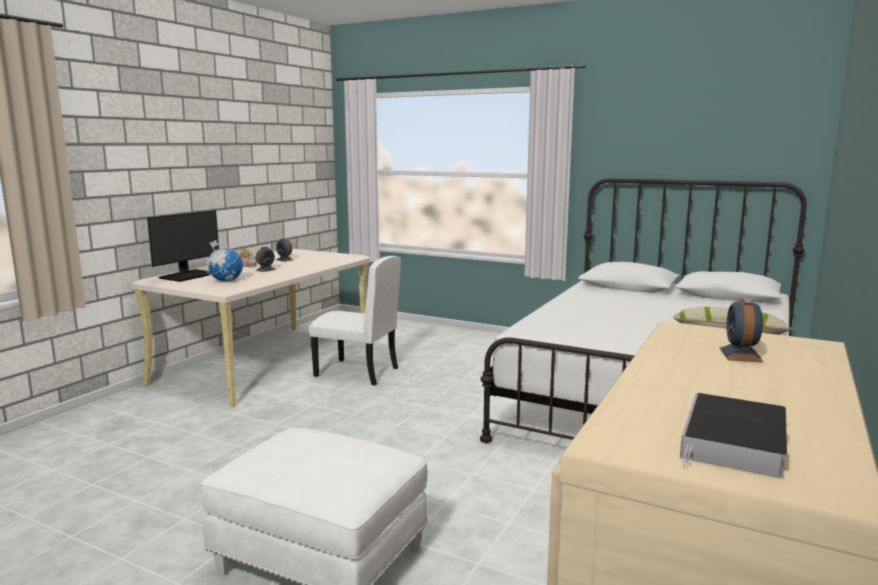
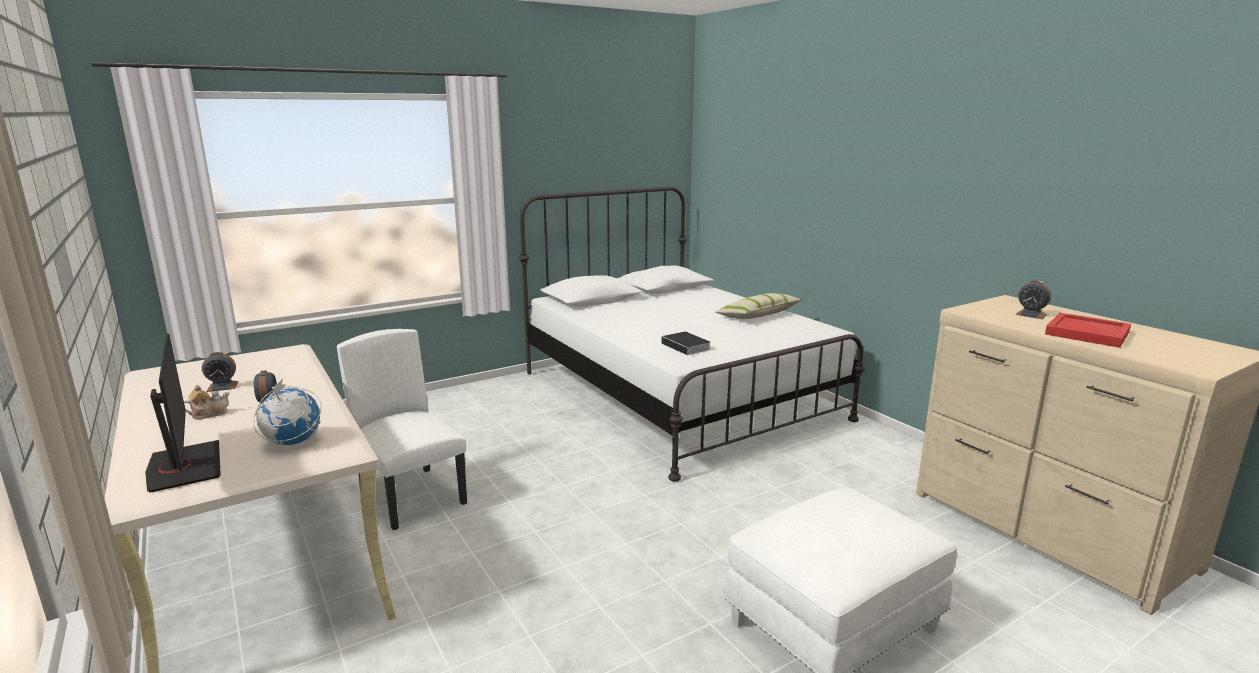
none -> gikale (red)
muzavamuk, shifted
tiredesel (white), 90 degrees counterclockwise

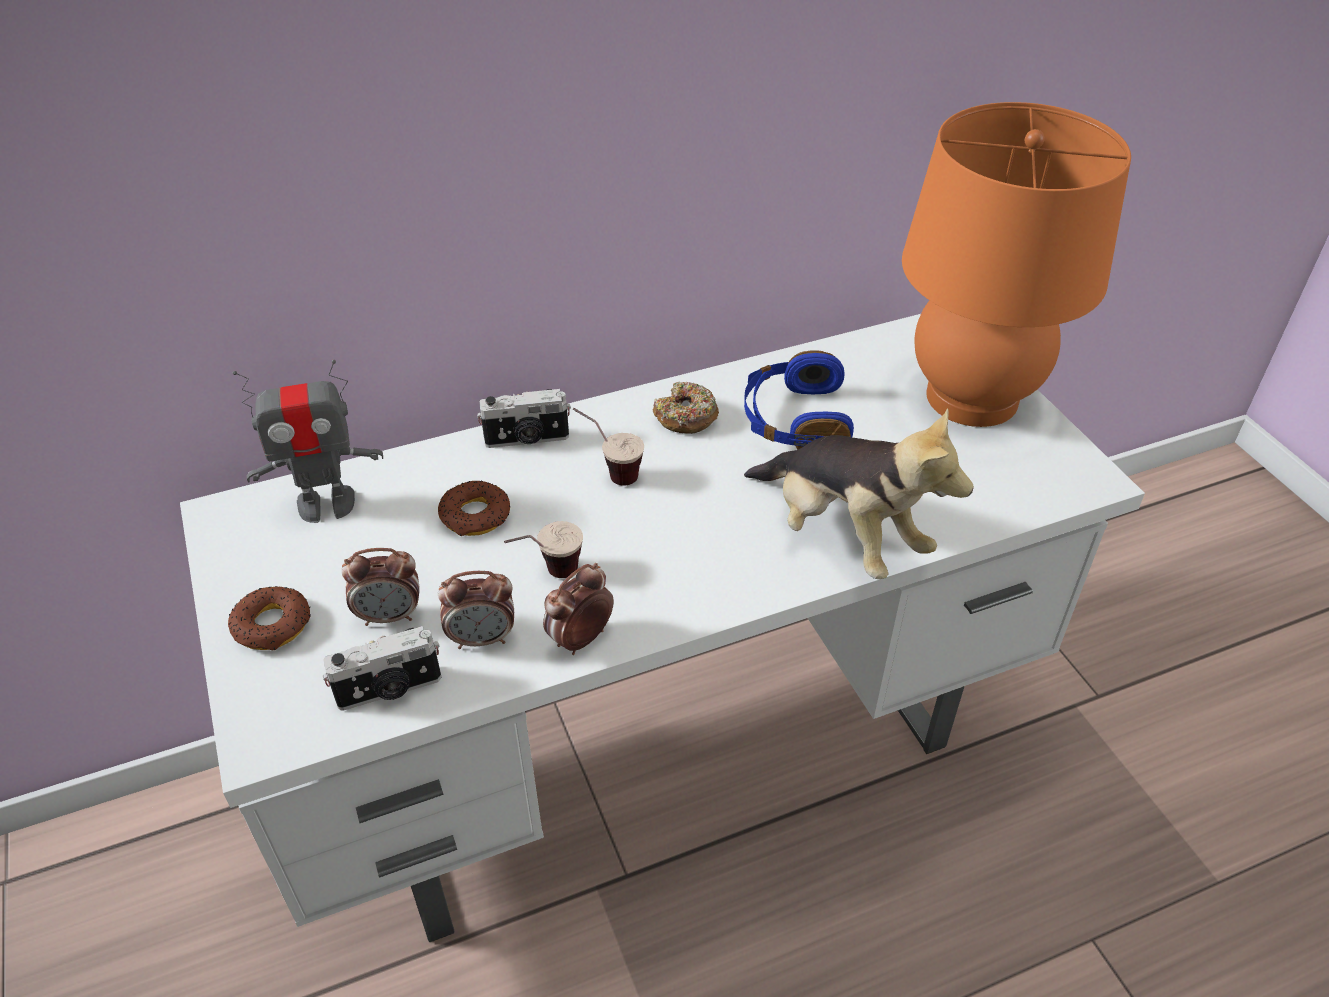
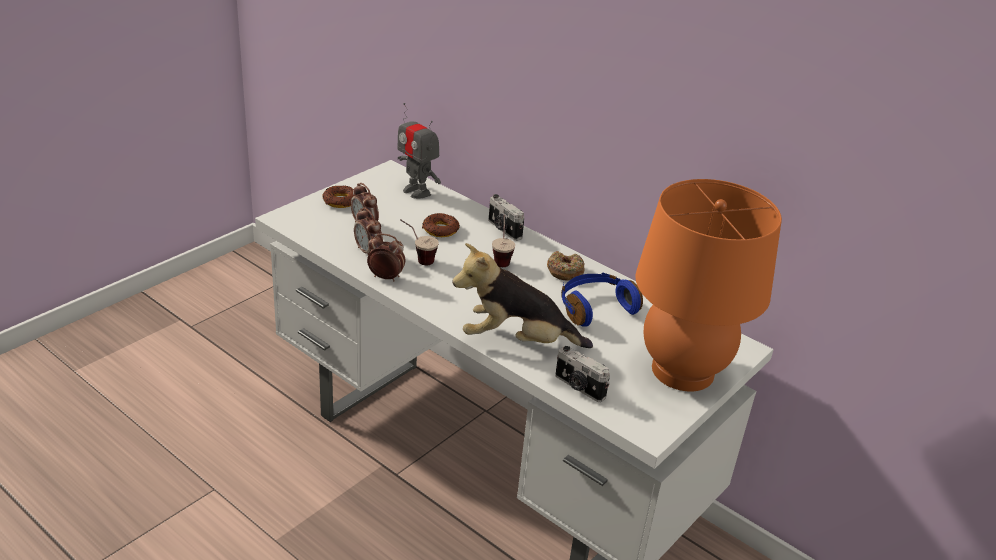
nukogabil (no. 1 from left in the first image) -> nukogabil (no. 2 from left), shifted
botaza, 75 degrees clockwise

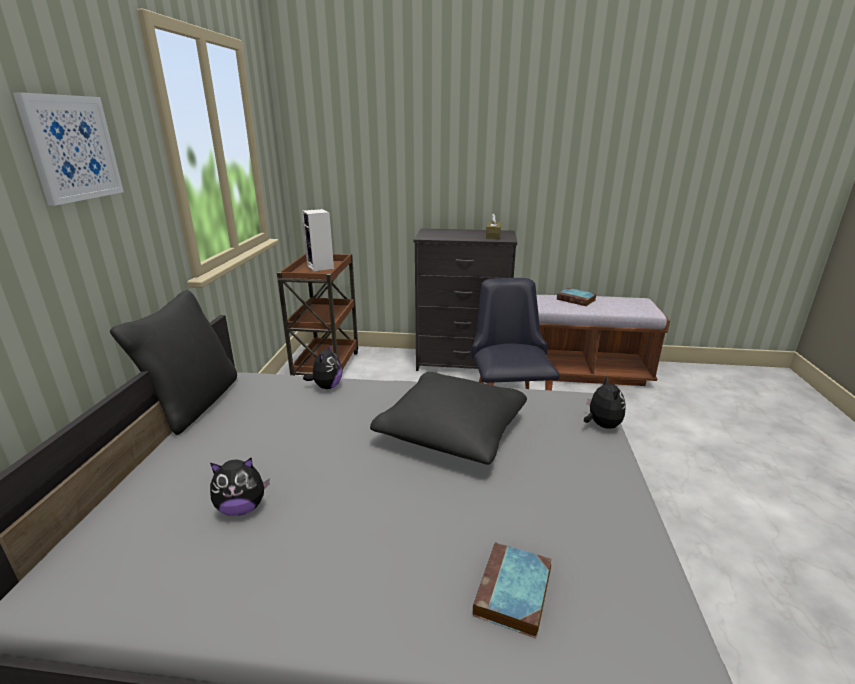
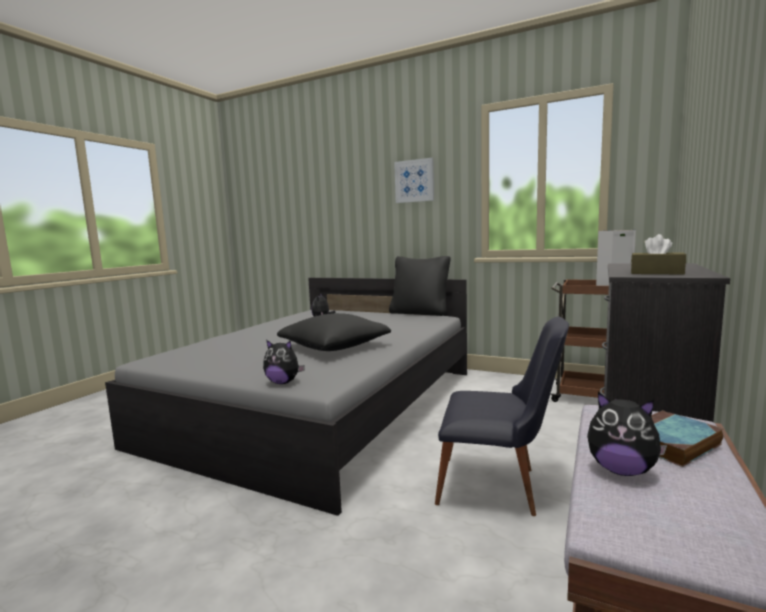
muzavamuk (no. 1 from left) -> none
botaza (no. 2 from left in the first image) -> botaza (no. 3 from left), shifted

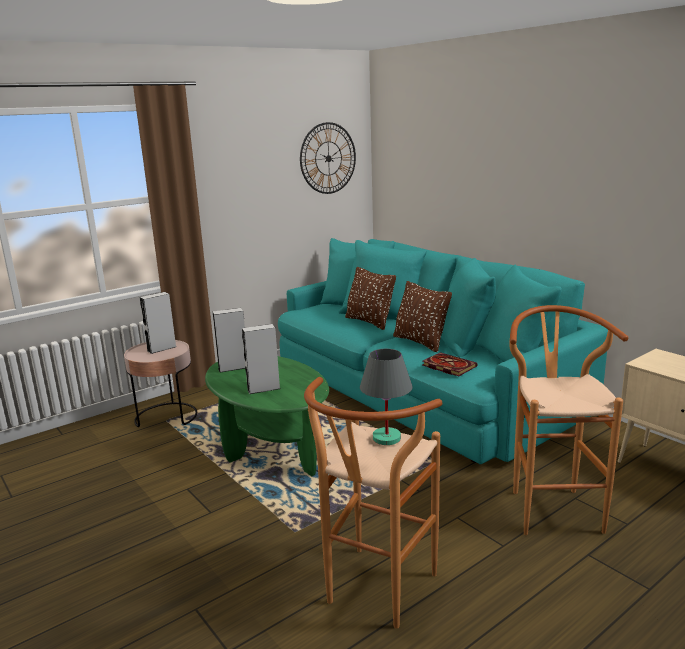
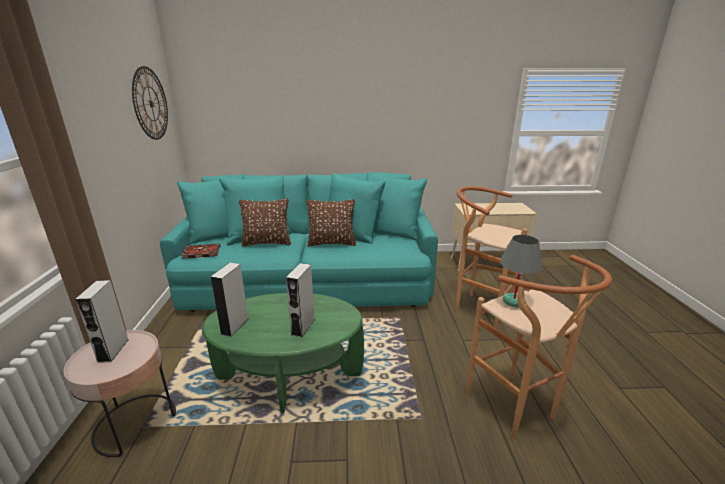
muzavamuk, shifted

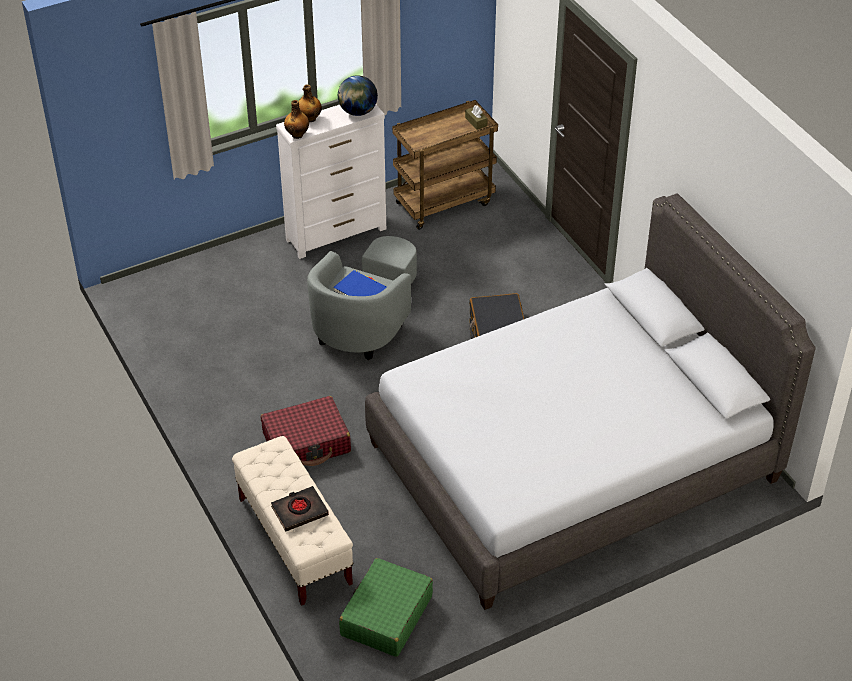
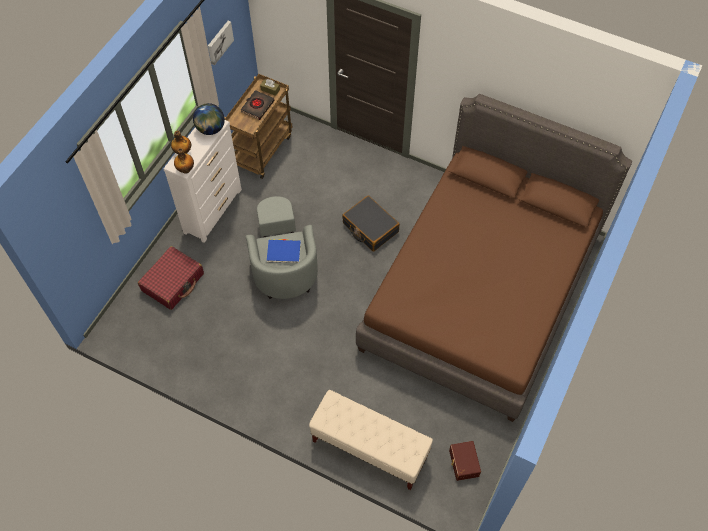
none -> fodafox
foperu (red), shifted
muzavamuk (black), shifted
foperu (green) -> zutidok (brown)
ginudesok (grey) -> ginudesok (brown)

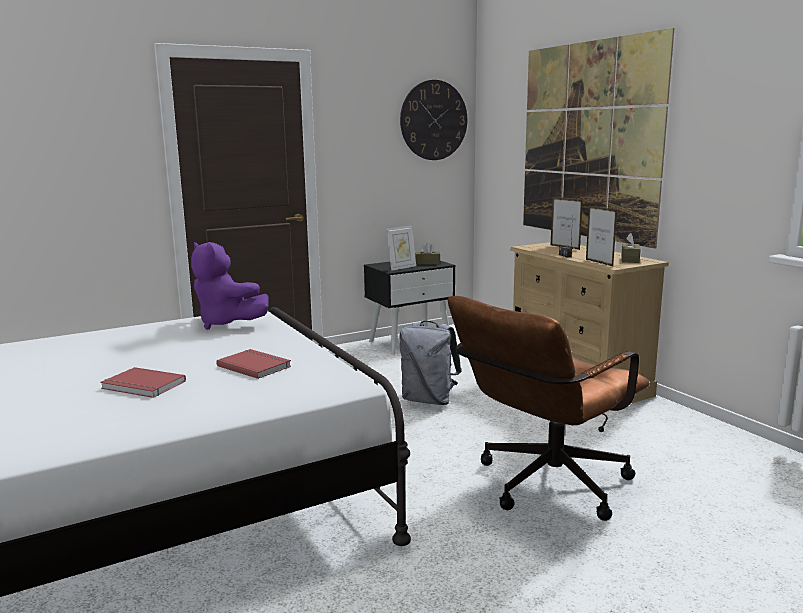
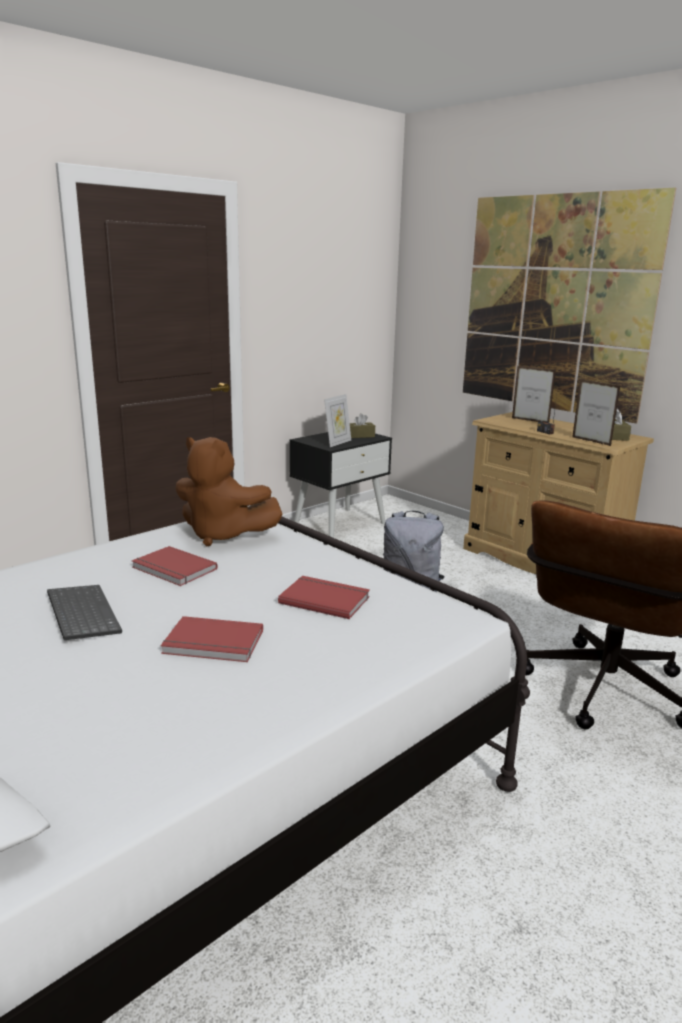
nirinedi -> none
none -> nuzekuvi
none -> muzavamuk (red) (no. 1 from left)
botaza (purple) -> botaza (brown)

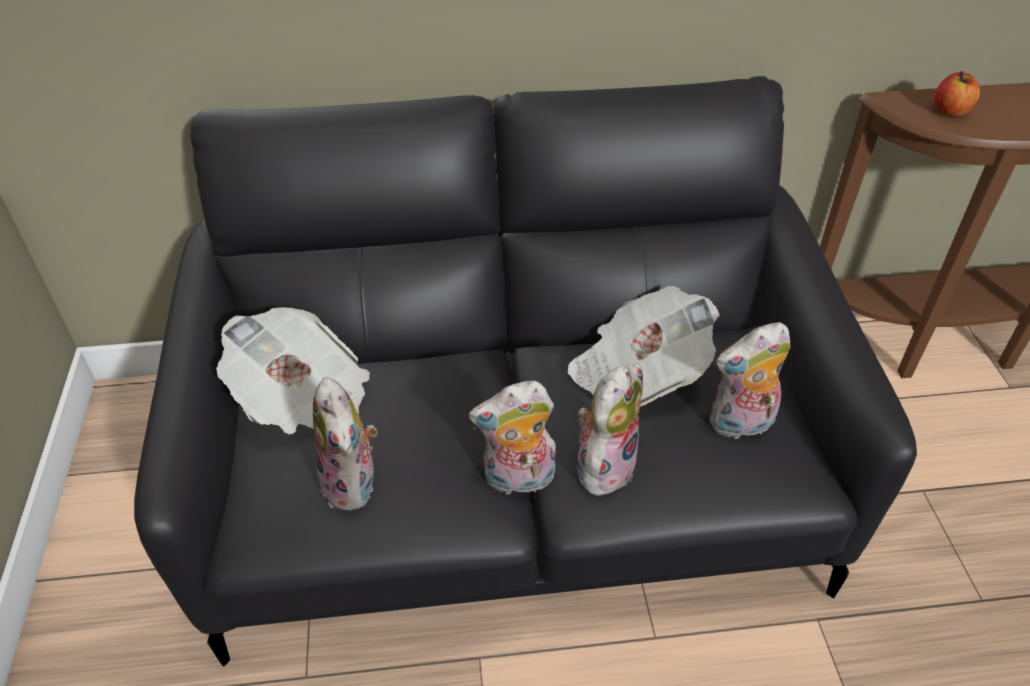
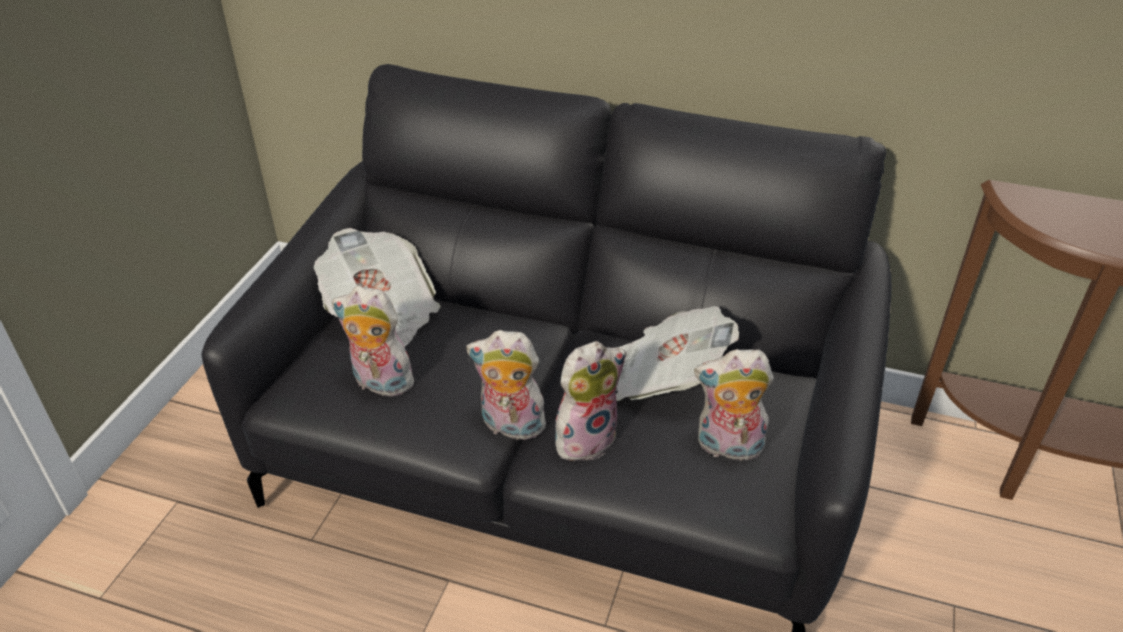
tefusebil -> none
botaza (no. 1 from left), 105 degrees clockwise

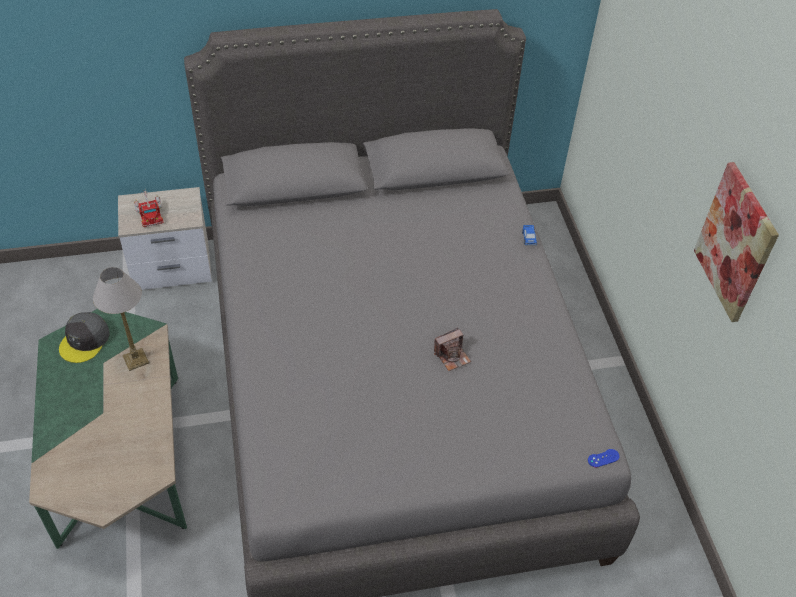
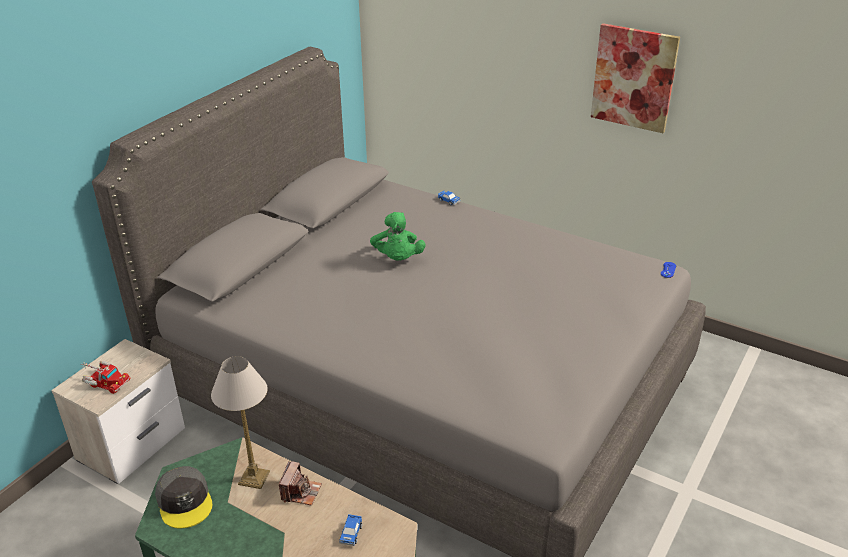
none -> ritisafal (no. 1 from left)
none -> botaza (green)
nukogabil, shifted

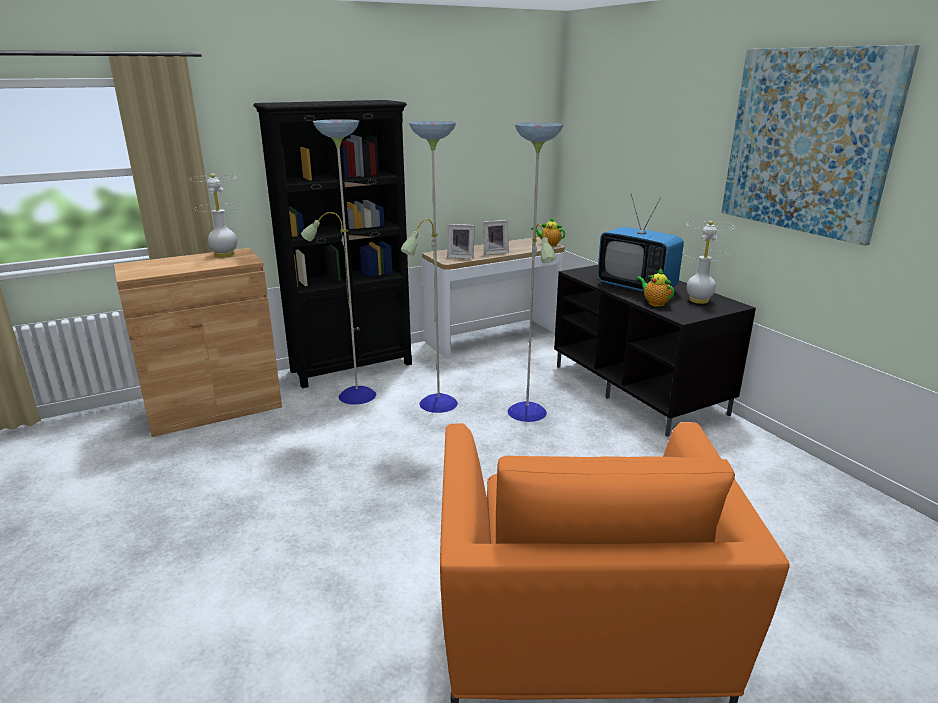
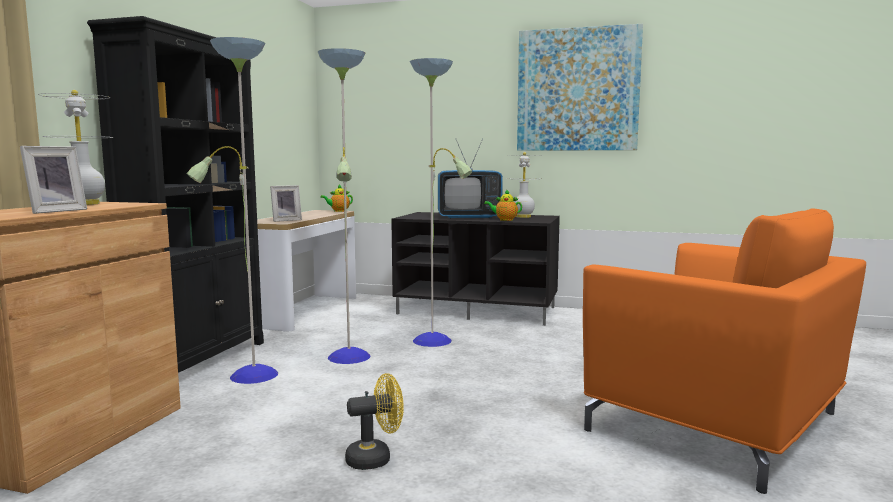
none -> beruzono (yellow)
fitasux (no. 2 from left in the first image) -> fitasux (no. 1 from left), shifted

